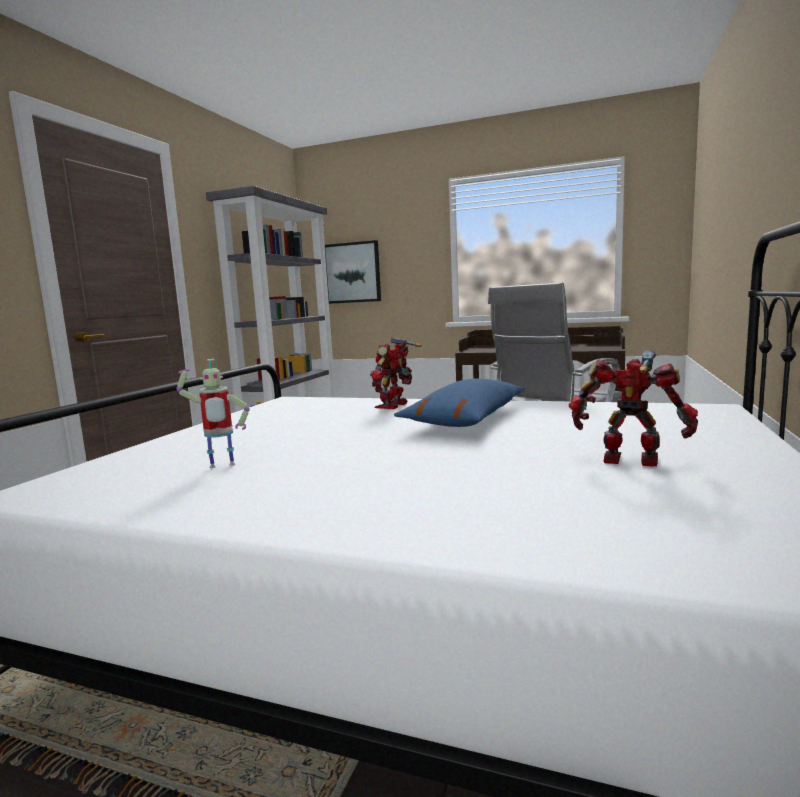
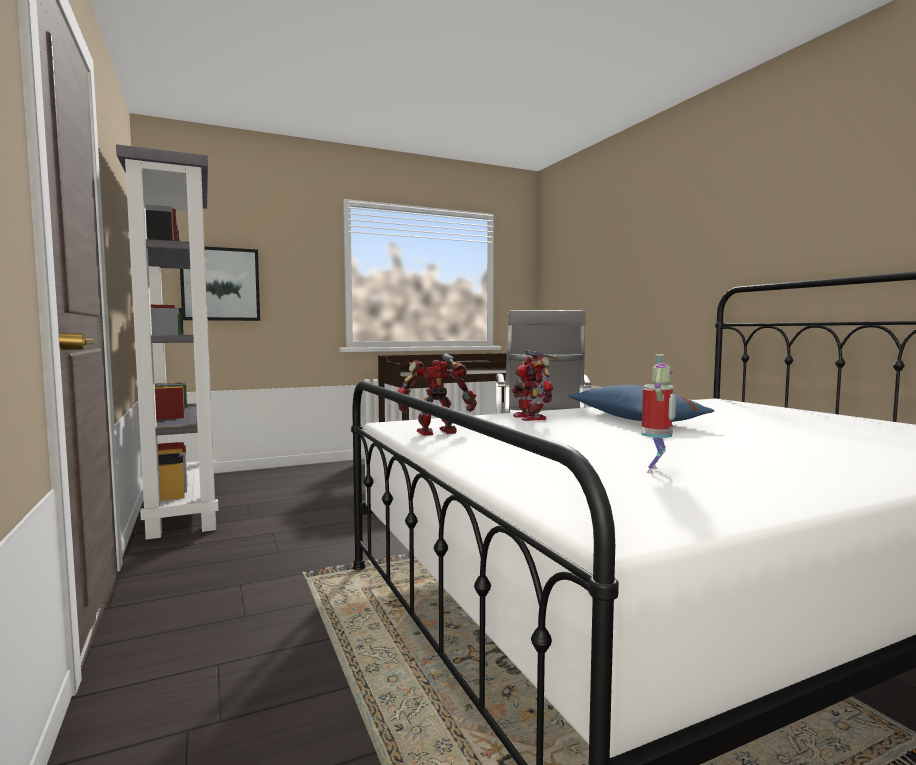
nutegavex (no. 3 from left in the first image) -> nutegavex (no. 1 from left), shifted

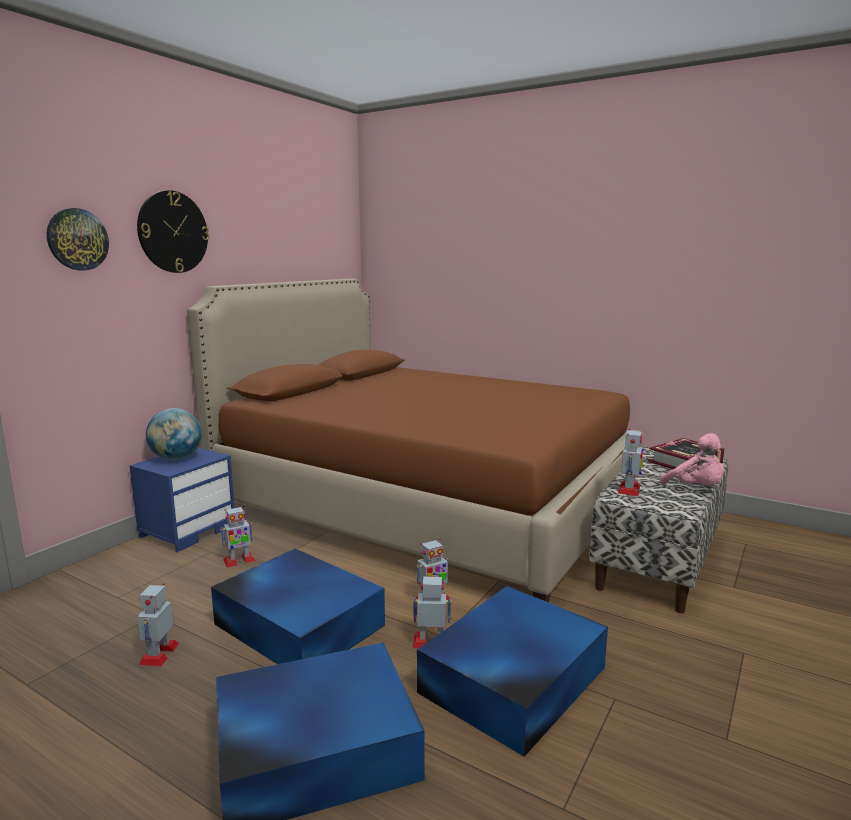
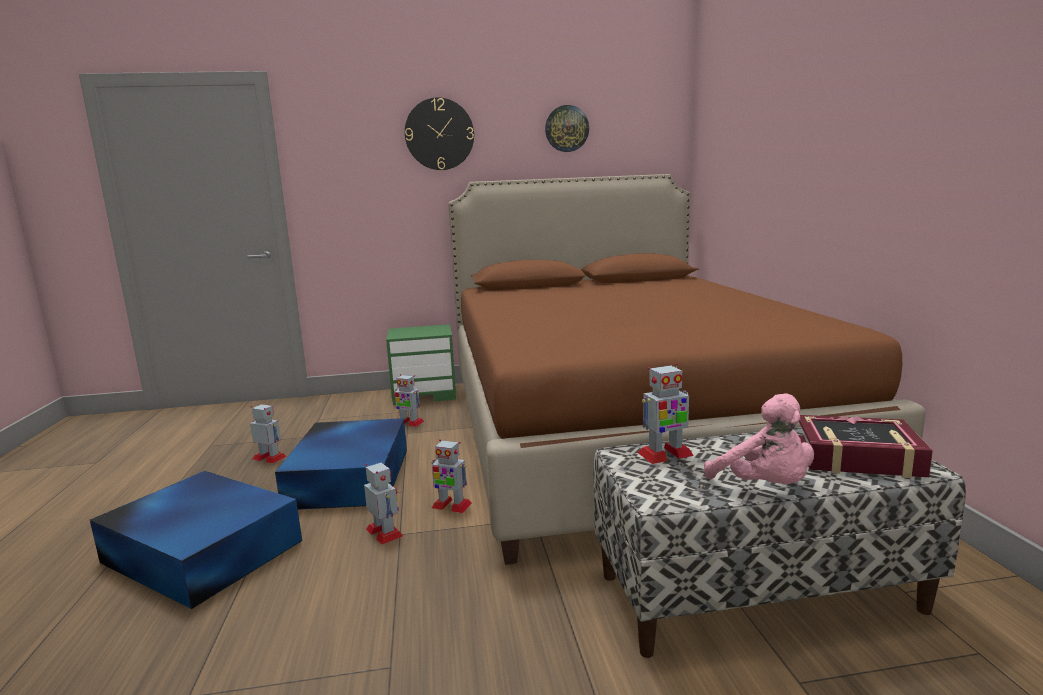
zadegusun -> none
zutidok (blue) (no. 3 from left) -> none
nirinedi (no. 1 from left in the first image) -> nirinedi (no. 2 from left), shifted
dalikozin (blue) -> dalikozin (green)
nutegavex (no. 1 from left), 60 degrees clockwise
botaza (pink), 45 degrees counterclockwise

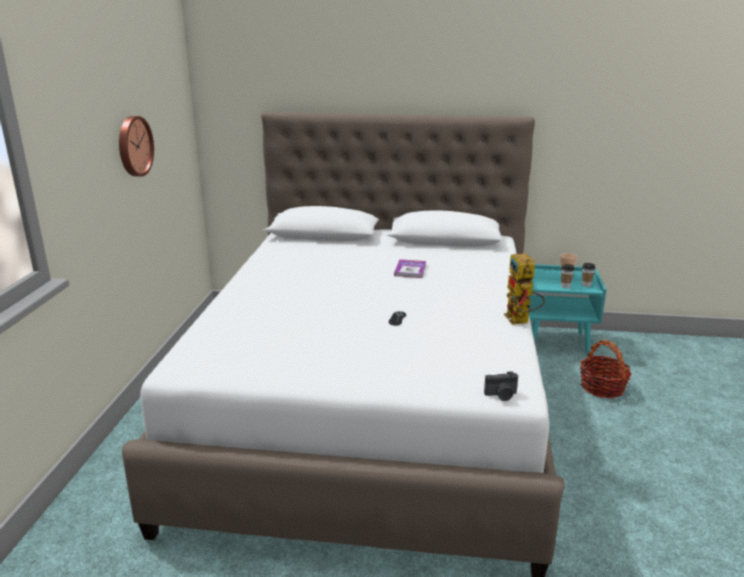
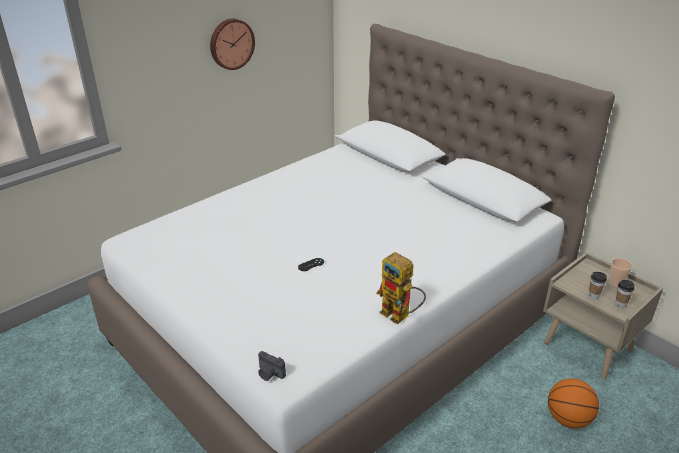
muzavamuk -> none
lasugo -> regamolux
dalikozin (turquoise) -> dalikozin (beige)
nutegavex, 75 degrees counterclockwise

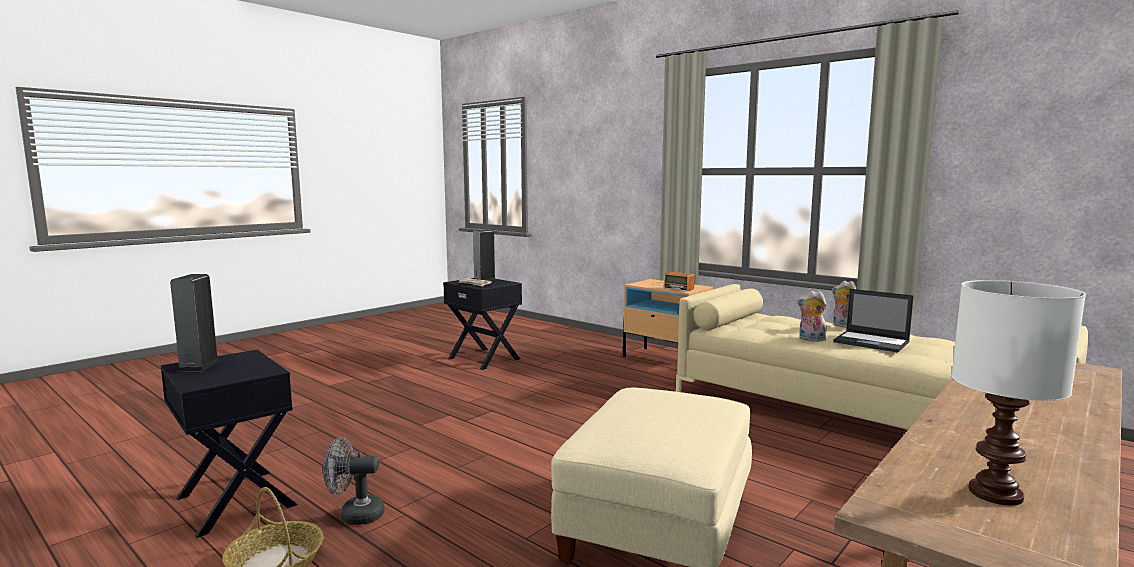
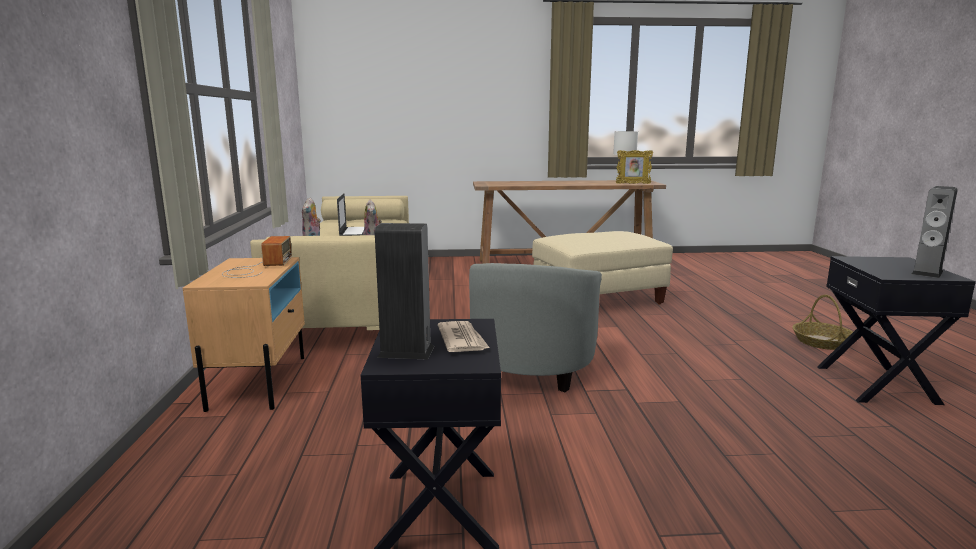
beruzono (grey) -> none
none -> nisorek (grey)
none -> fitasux

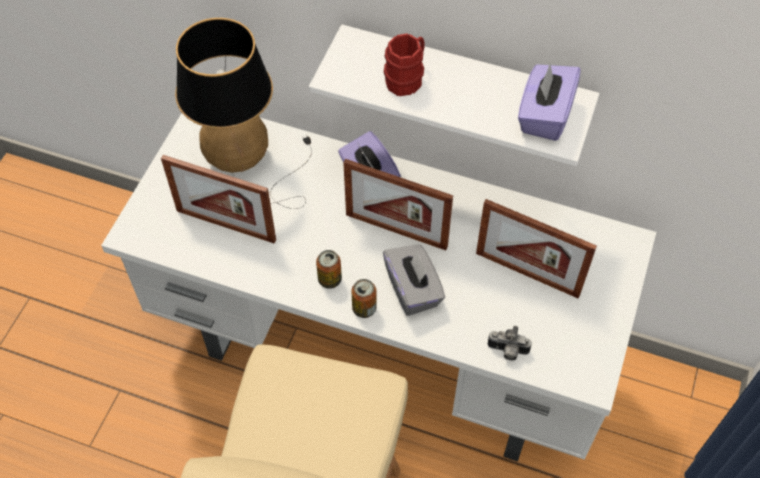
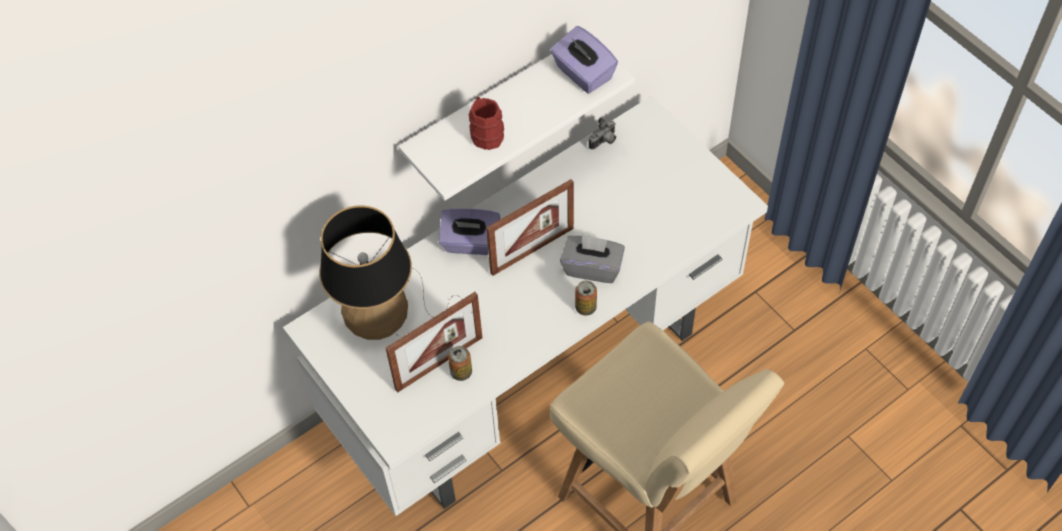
fitasux (no. 3 from left) -> none
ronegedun (no. 1 from left), shifted
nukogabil, shifted

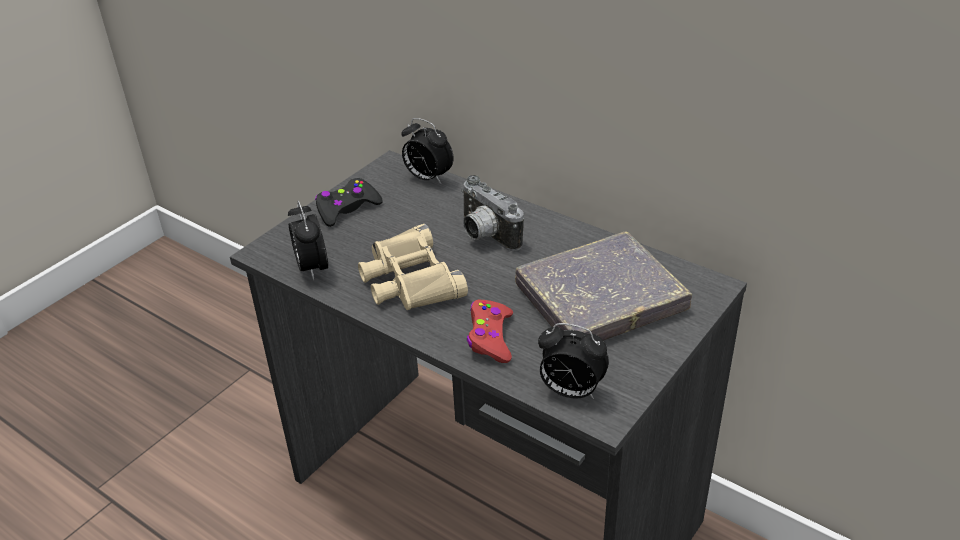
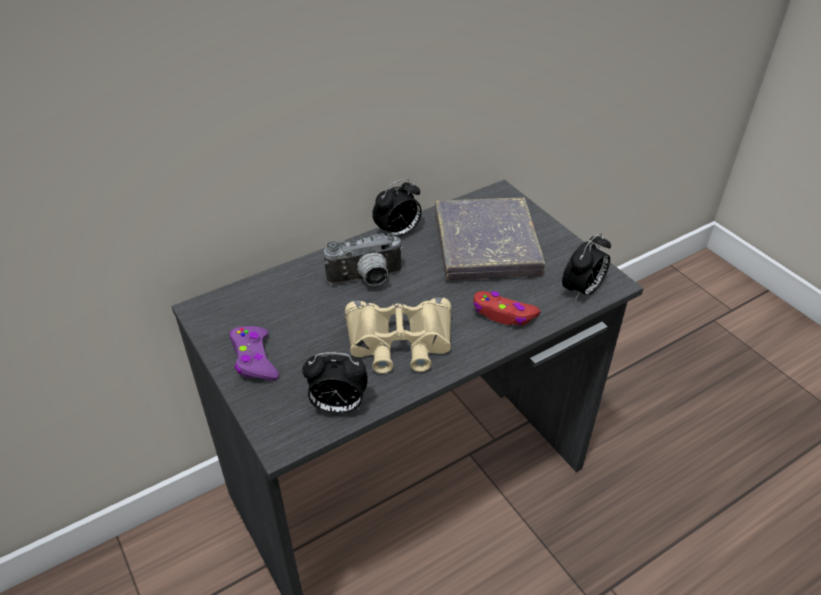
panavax (no. 2 from left), shifted
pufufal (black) -> pufufal (purple)

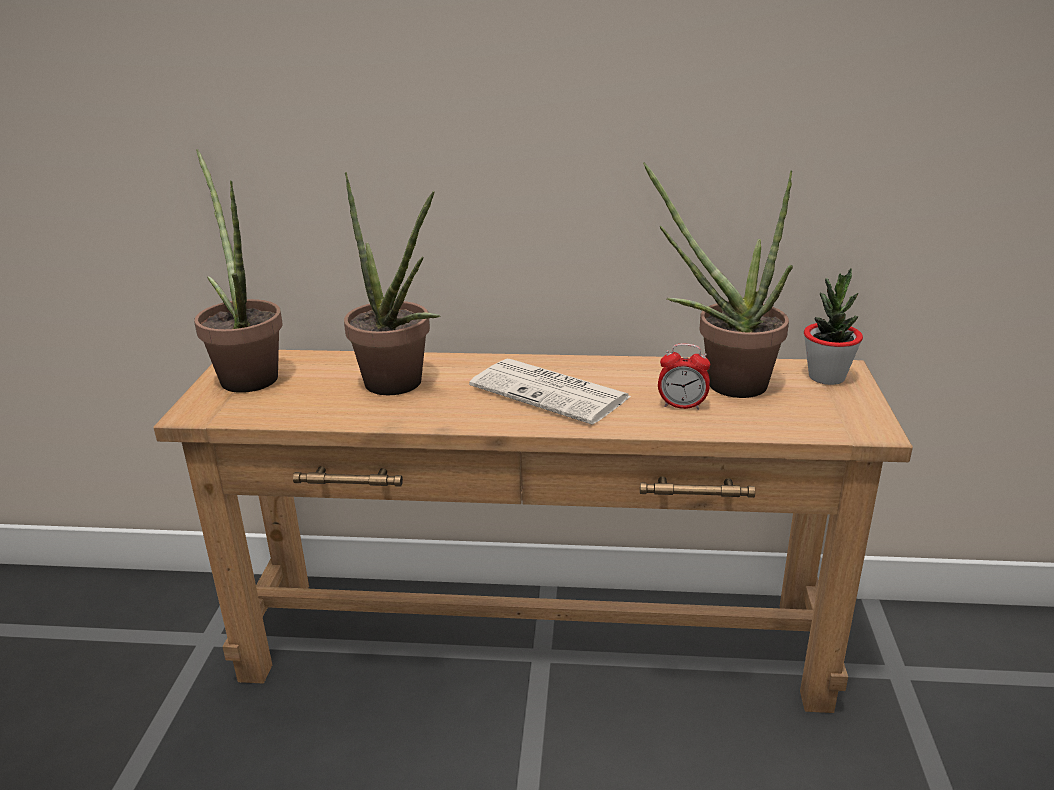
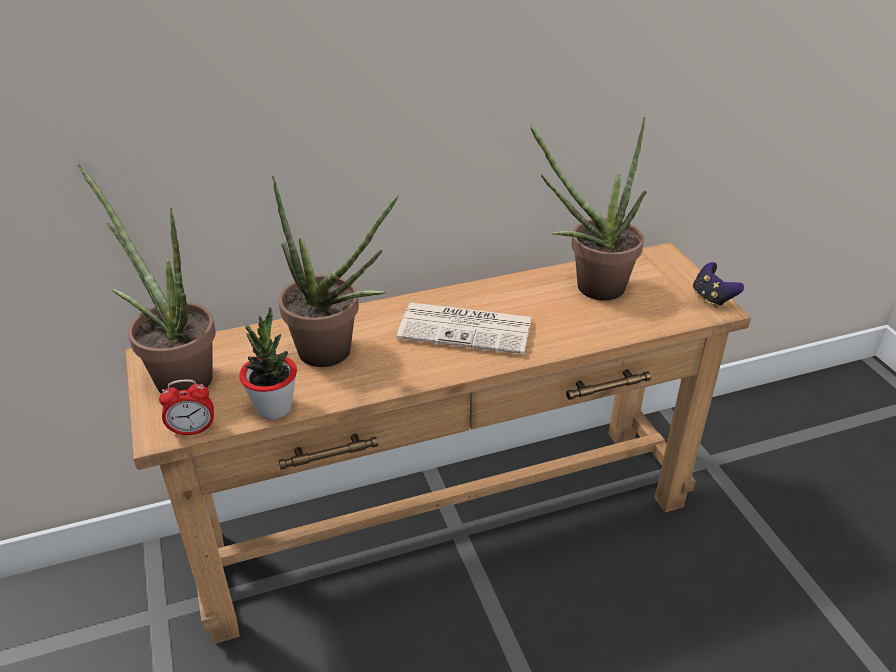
none -> pufufal
panavax, shifted
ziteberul (no. 4 from left in the first image) -> ziteberul (no. 2 from left), shifted

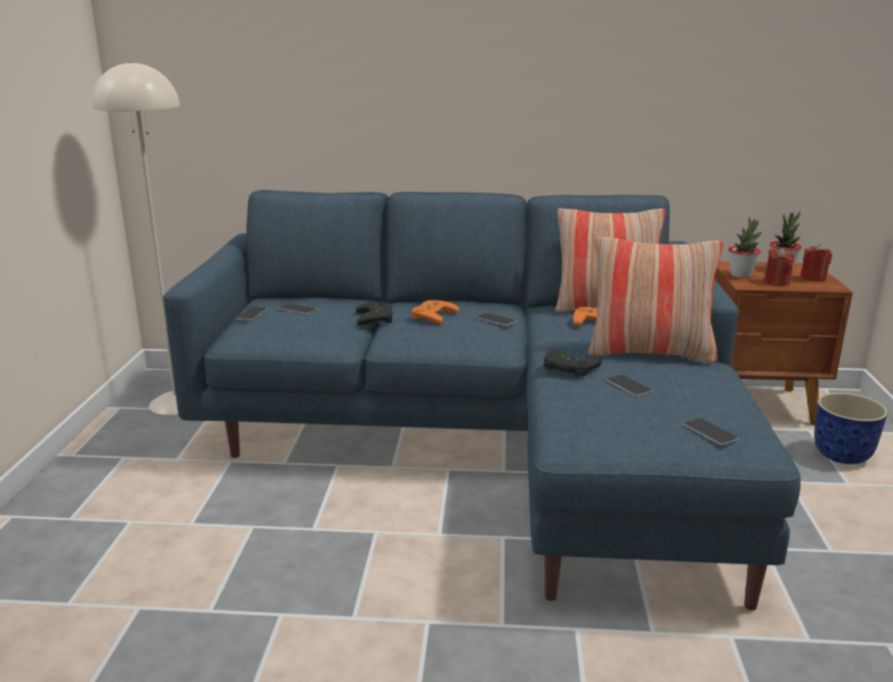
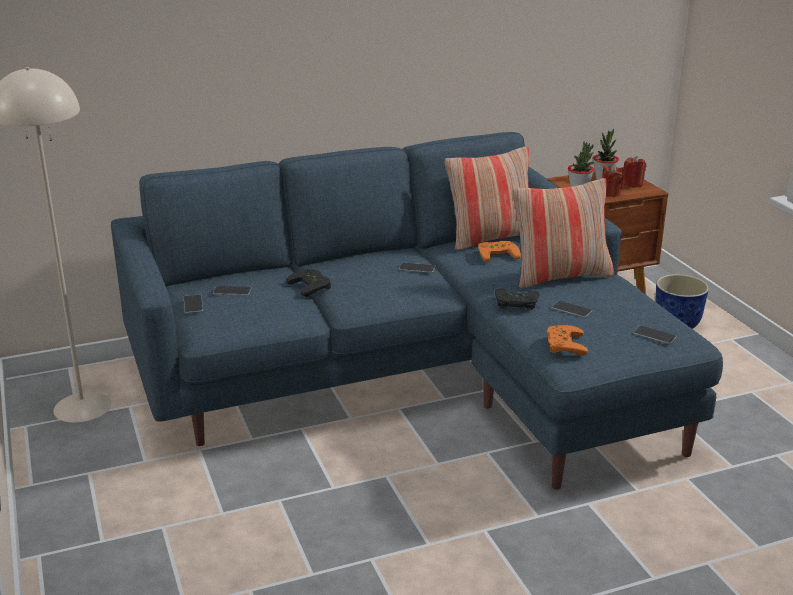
pufufal (orange) (no. 1 from left in the first image) -> pufufal (orange) (no. 2 from left), shifted

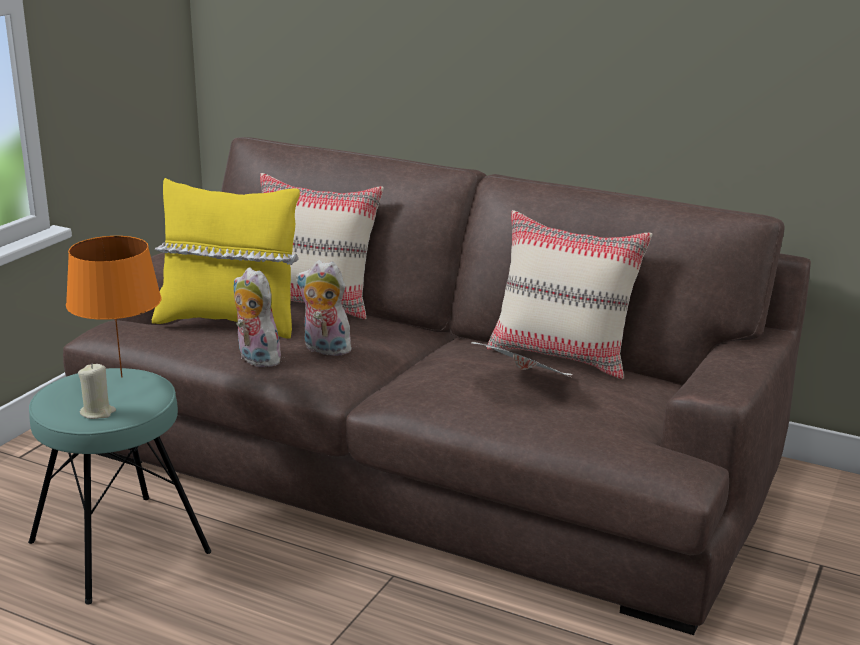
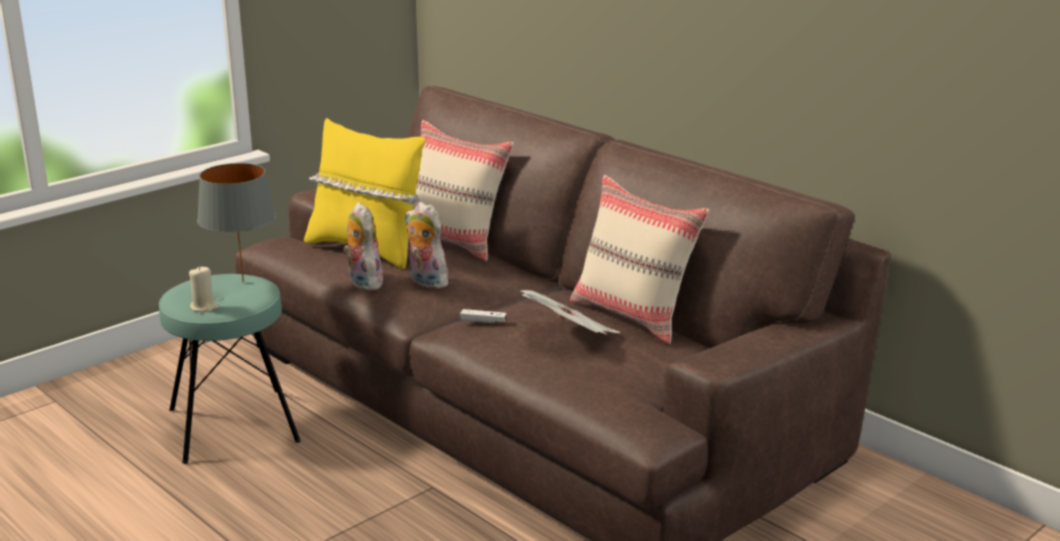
none -> pufufal (white)
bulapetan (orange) -> bulapetan (grey)

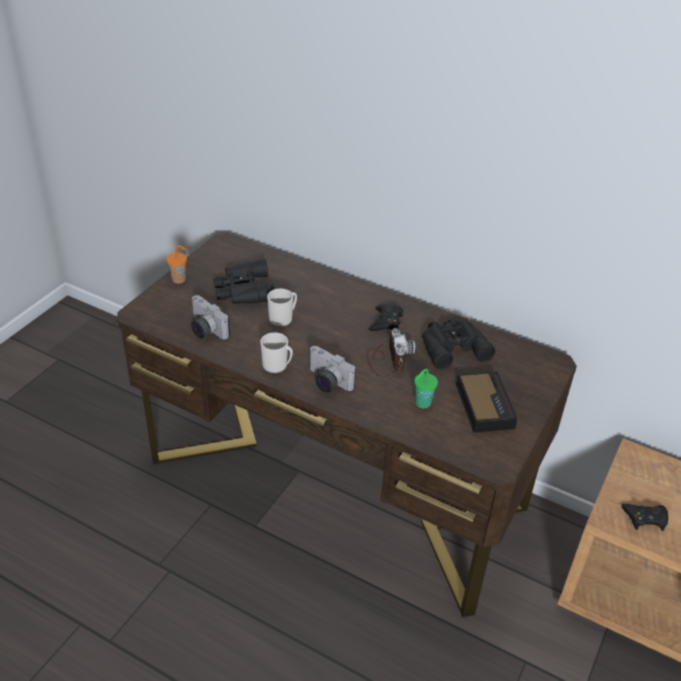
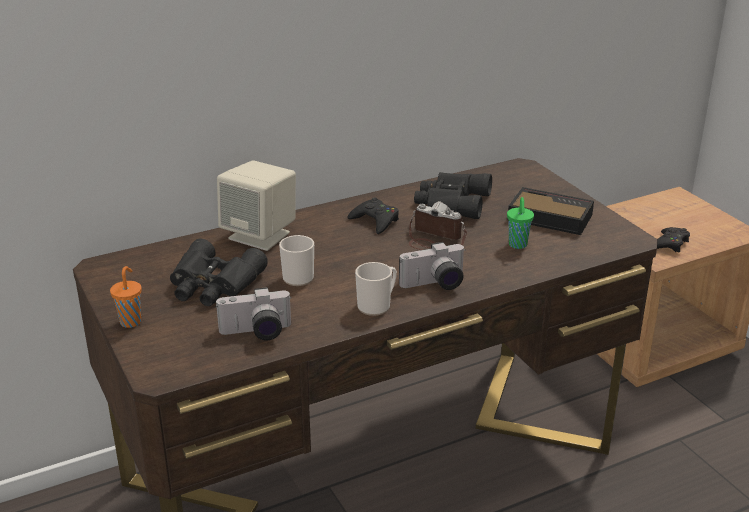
none -> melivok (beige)

